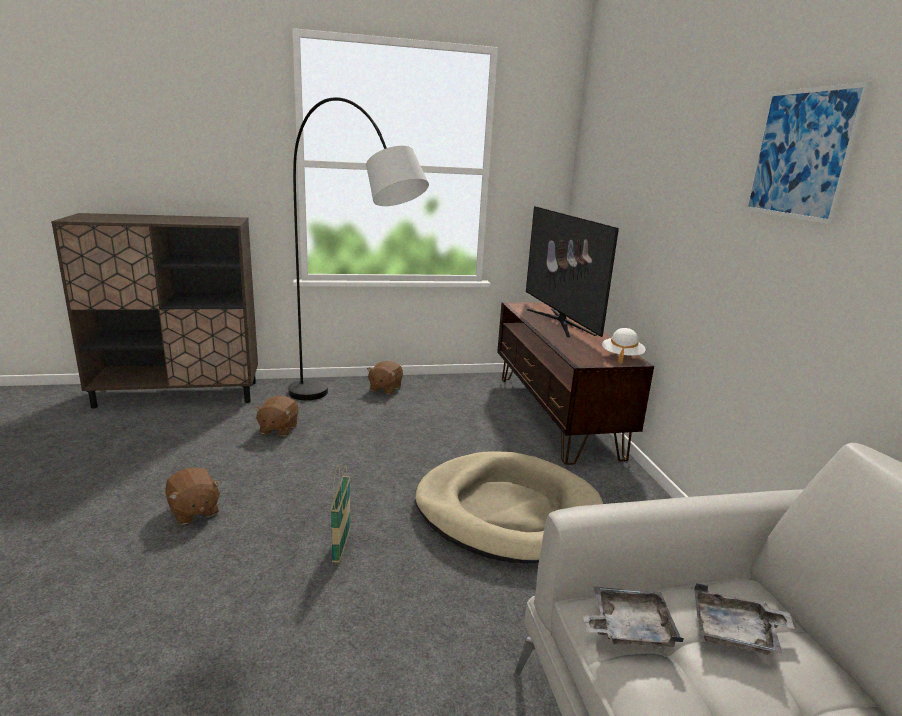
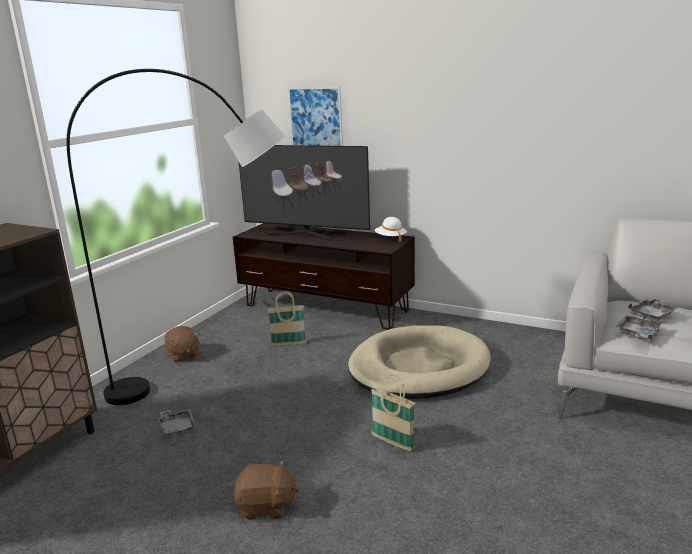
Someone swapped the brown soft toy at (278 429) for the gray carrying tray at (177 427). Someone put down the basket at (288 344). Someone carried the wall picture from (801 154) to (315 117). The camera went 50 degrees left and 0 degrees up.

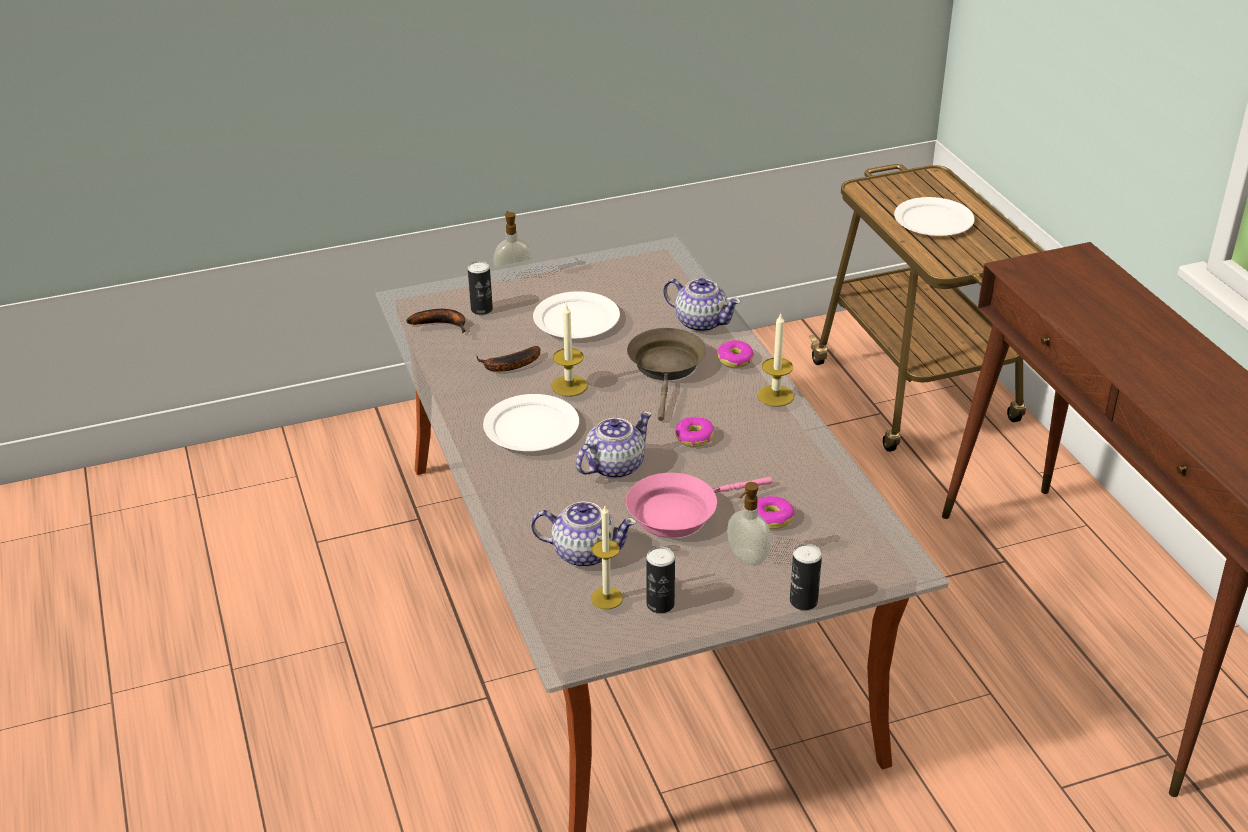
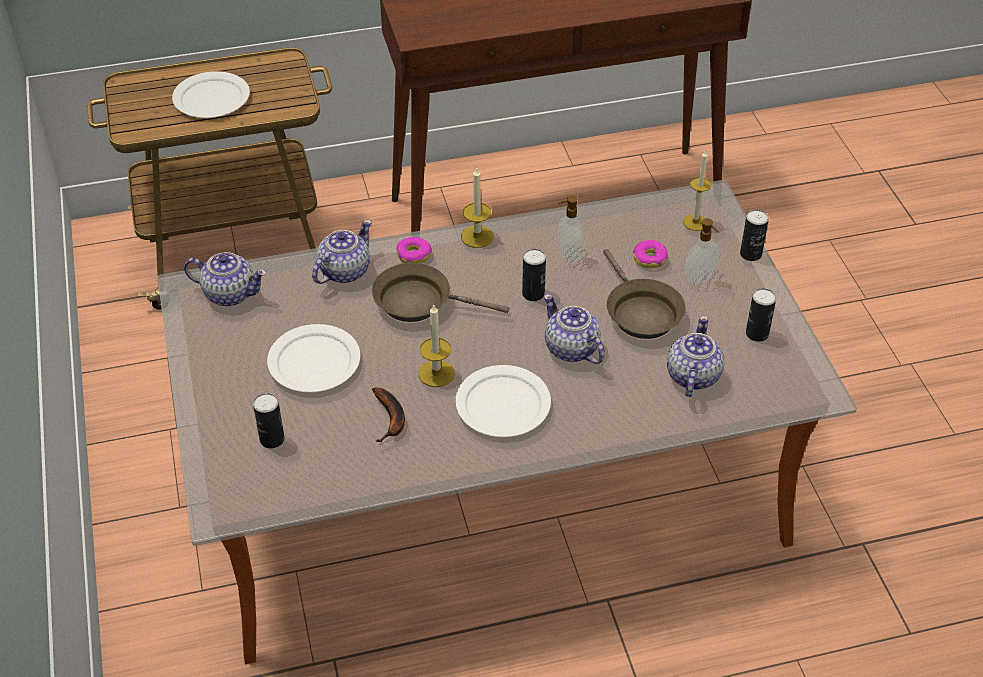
Someone put down the tea pot at (229 293). Someone swapped the ring doughnut at (694 437) for the metal can at (533 293). Someone carried the liquid soap bottle from (513 276) to (568 255). Someone repainted the pink-coloured skillet at (679 512), which became the brown skillet at (640 312). Someone carried the wax candle from (606 598) to (695 222). Someone took away the banana at (442 324). The camera went 85 degrees left and 10 degrees up.

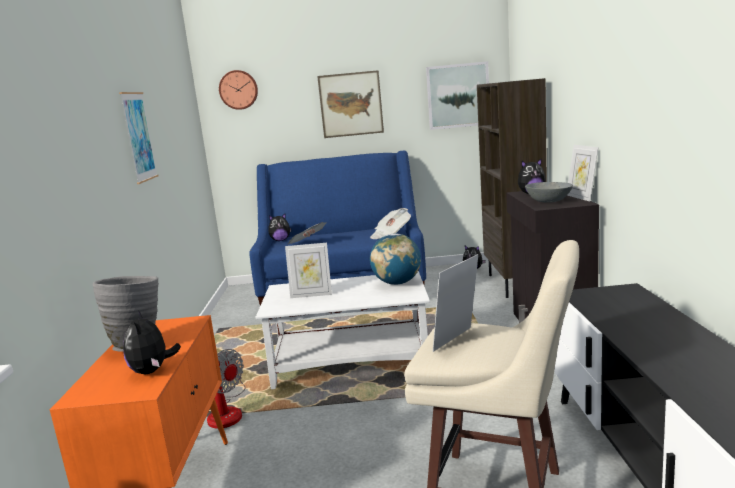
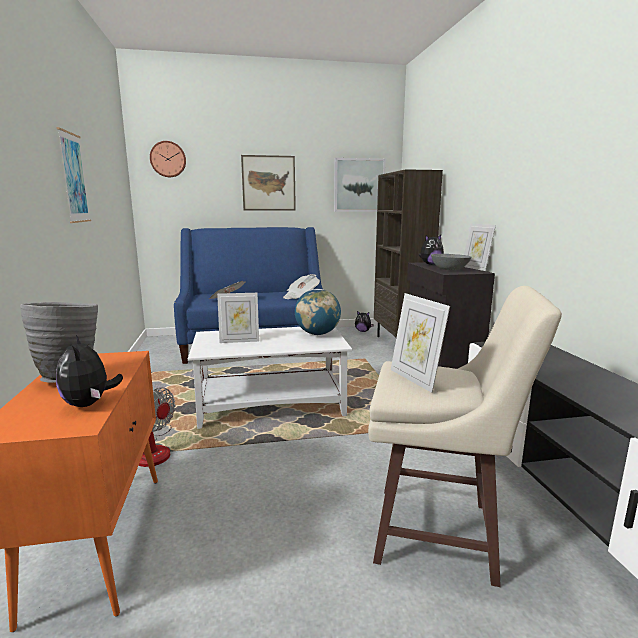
Someone rotated the picture frame at (457 340) by 60 degrees counterclockwise. Someone took away the soft toy at (280 240). The camera went 10 degrees left and 0 degrees up.

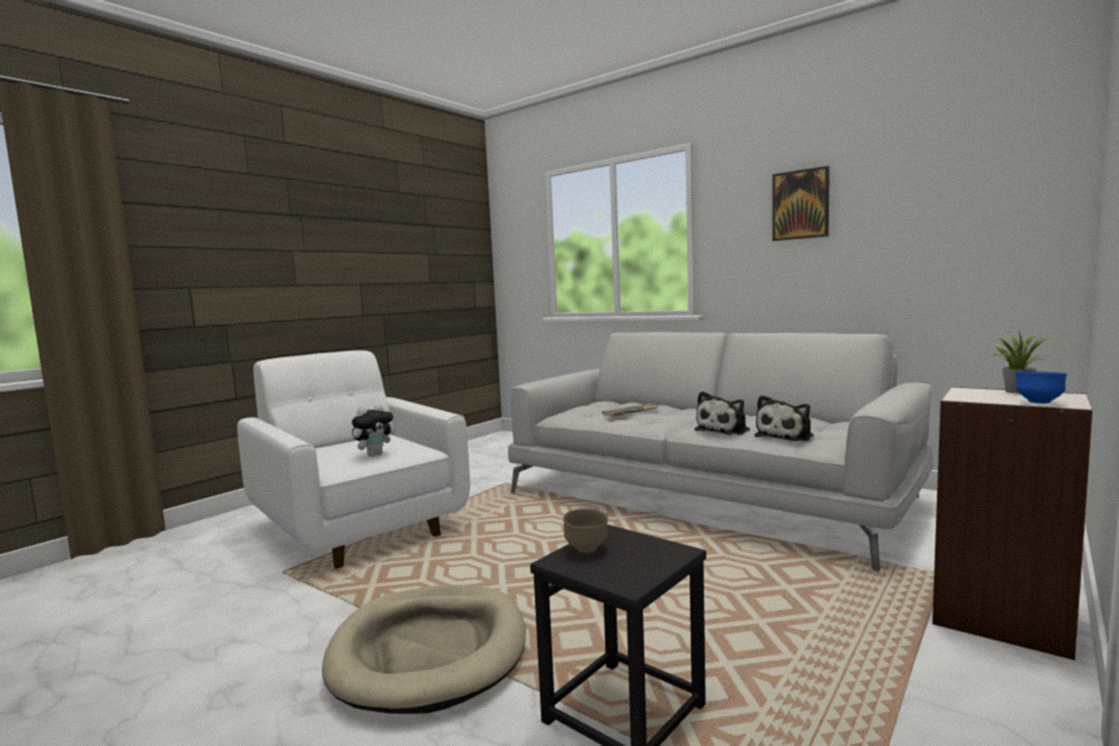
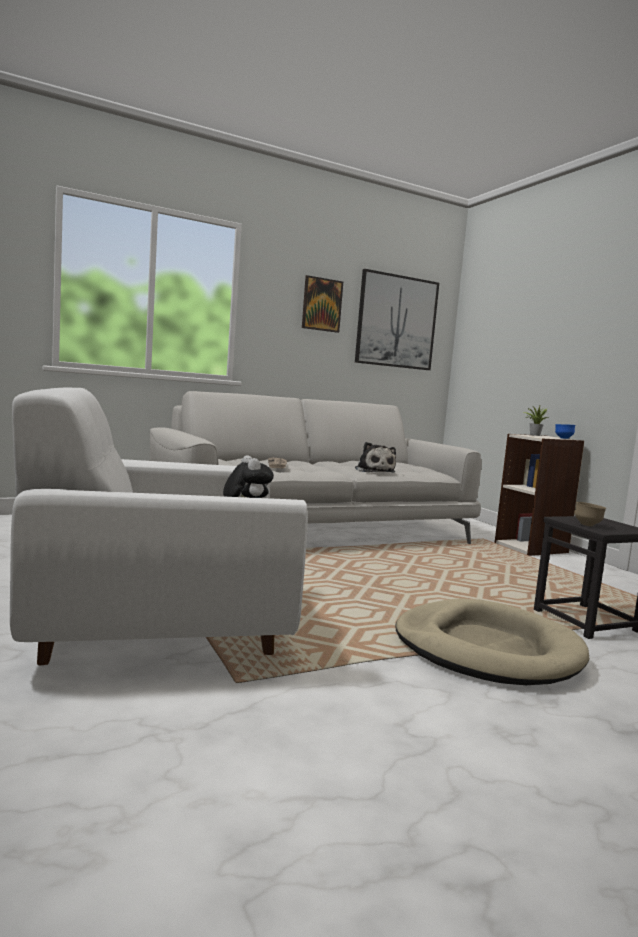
Someone put up the wall picture at (396 321). Someone took away the soft toy at (786 436). The camera went 65 degrees left and 0 degrees up.

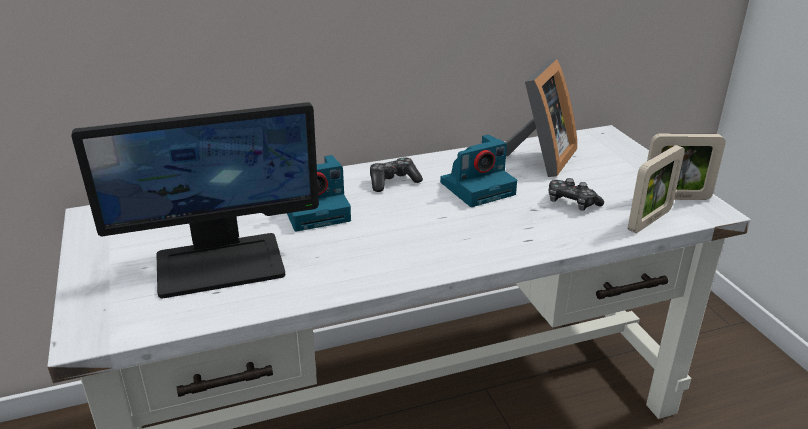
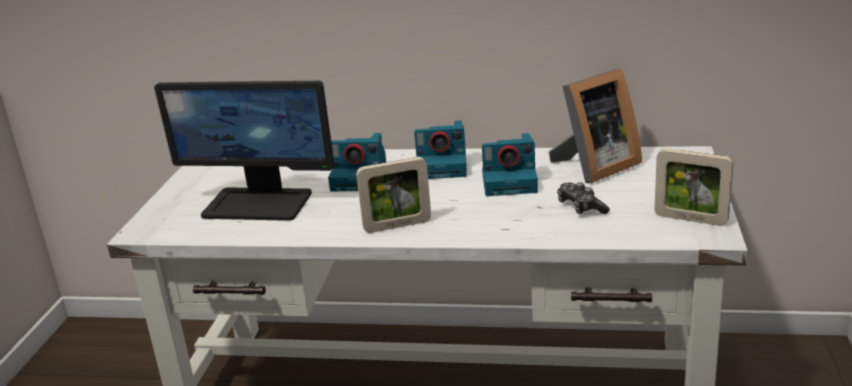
Someone carried the picture frame from (649 220) to (397 225). Someone swapped the joypad at (393 181) for the photo camera at (443 166). The camera went 30 degrees right and 5 degrees down.

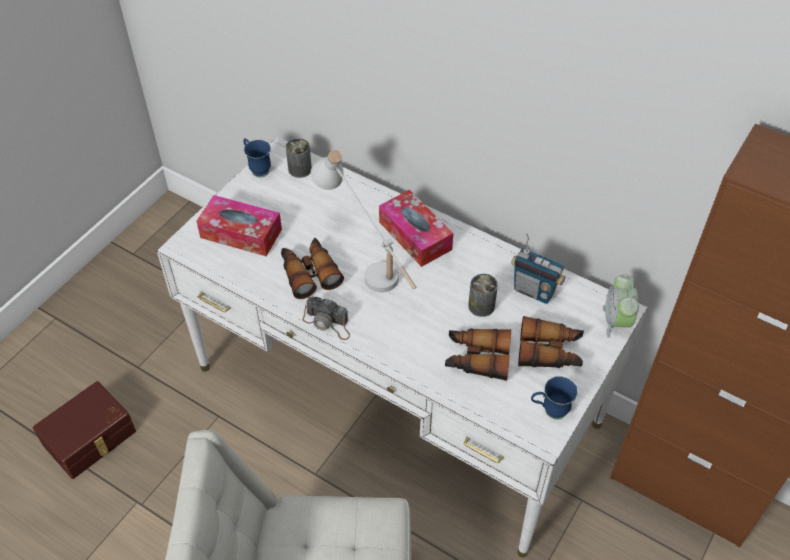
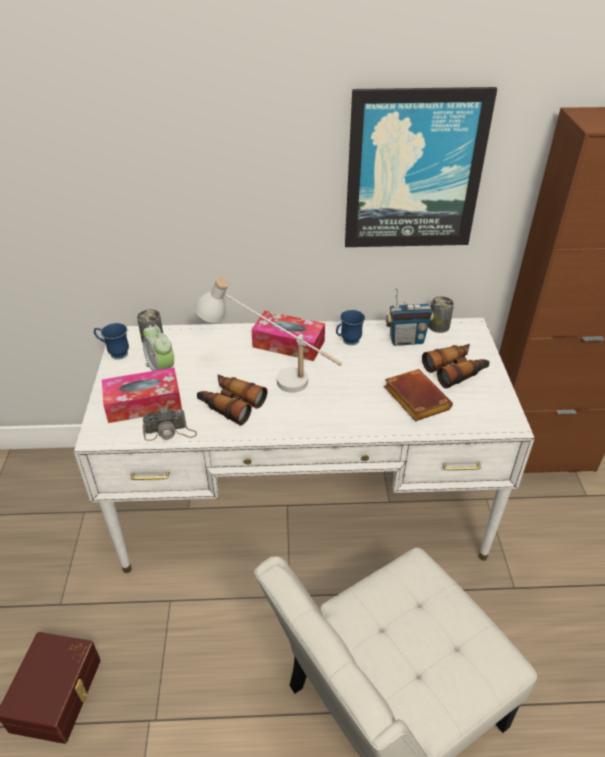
Someone carried the photo camera from (328 323) to (170 432). Someone carried the alarm clock from (616 321) to (161 369). Someone carried the blue coffee mug from (549 411) to (347 342). Someone put up the wall picture at (414 171). Someone swapped the binoculars at (477 358) for the brown volume at (414 399). Someone carried the metal can from (481 306) to (438 326). The camera went 35 degrees left and 10 degrees down.

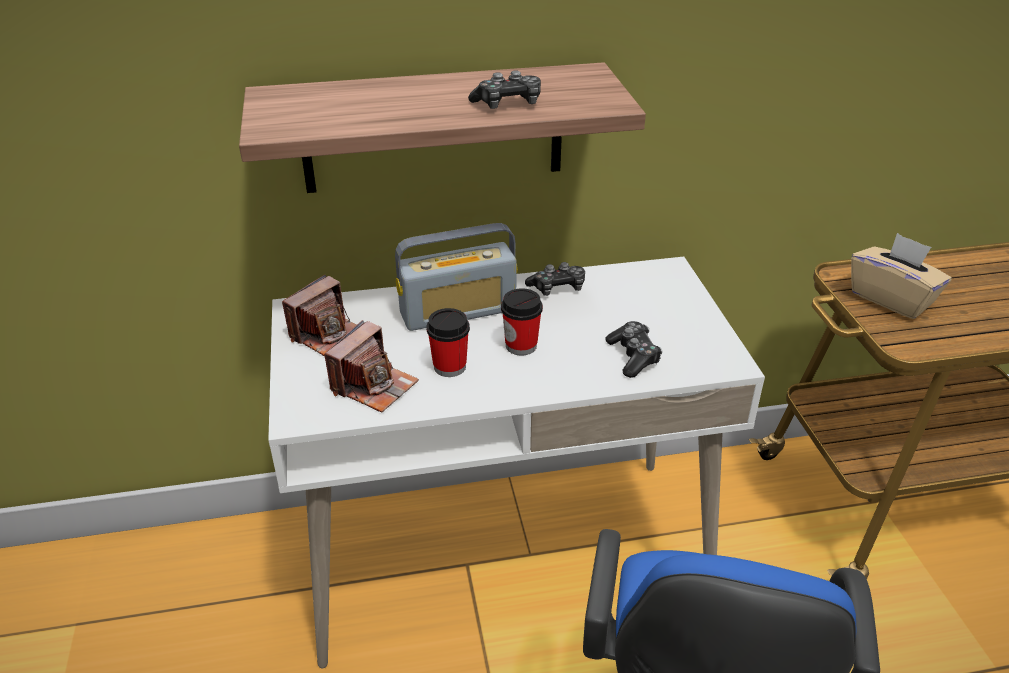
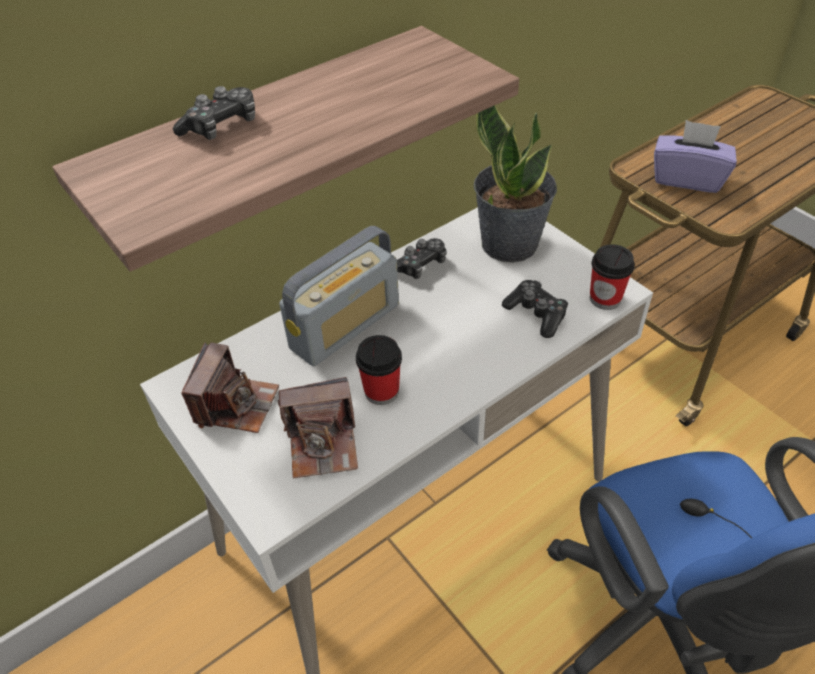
Someone carried the joypad from (508 104) to (221 126). Someone rotated the photo camera at (374 386) by 75 degrees clockwise. Someone put down the potted plant at (509 243). Someone carried the cup from (521 346) to (605 299). Someone repainted the beige tissue holder at (891 298), which became the purplish tissue holder at (687 178). The camera went 25 degrees left and 10 degrees up.

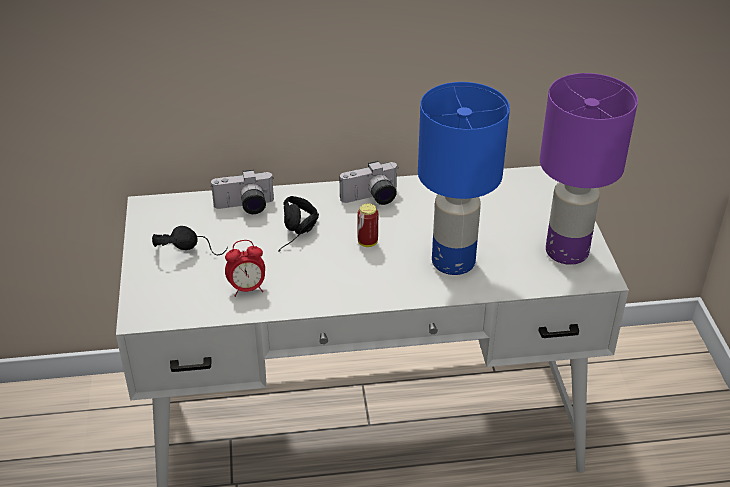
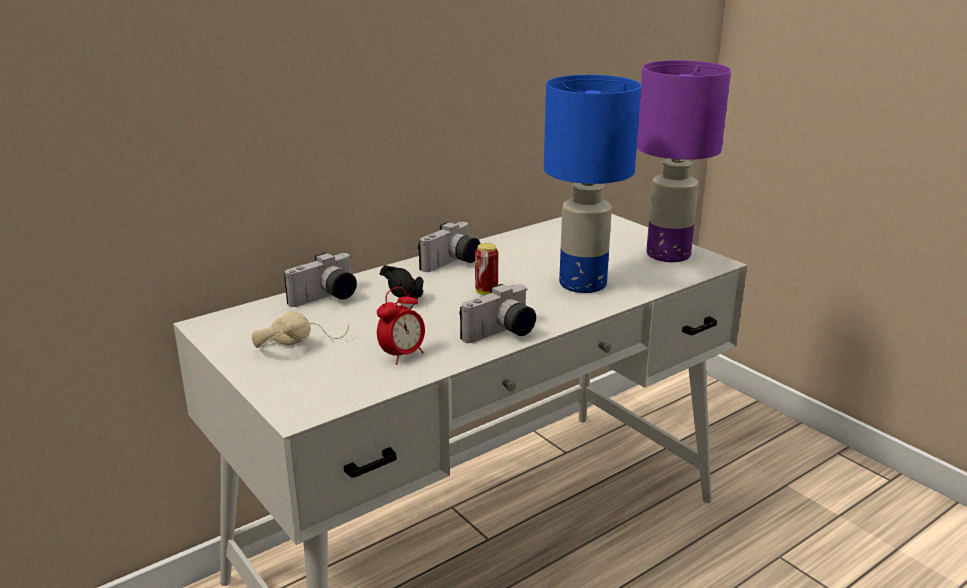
Someone repainted the blackish headset at (191 248), which became the beige headset at (299 343). Someone put down the photo camera at (502 334). The camera went 30 degrees left and 15 degrees down.

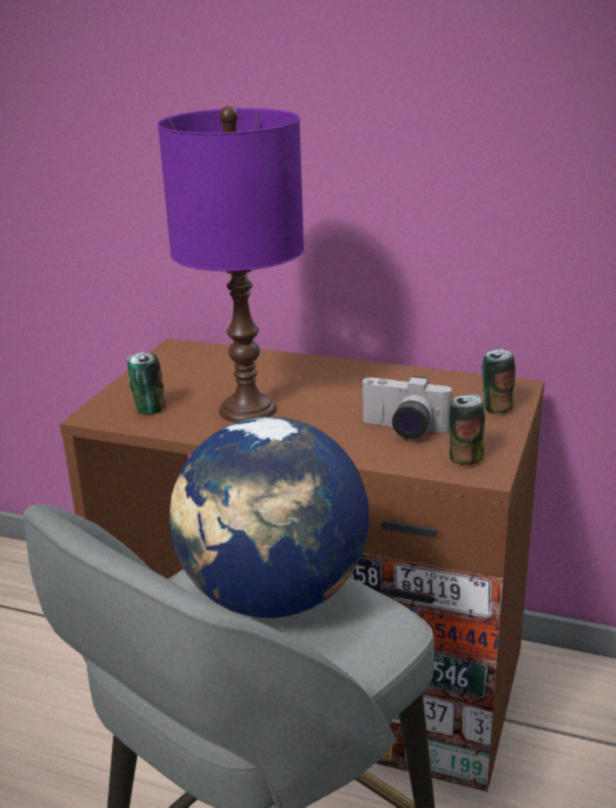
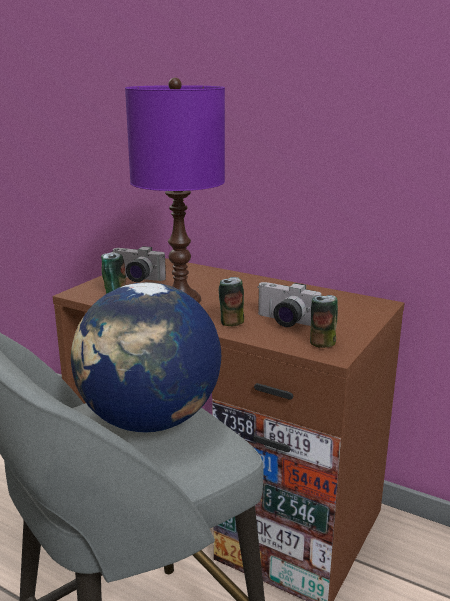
Someone put down the photo camera at (136 279). Someone carried the metal can from (496 407) to (231 322). The camera went 10 degrees right and 5 degrees down.

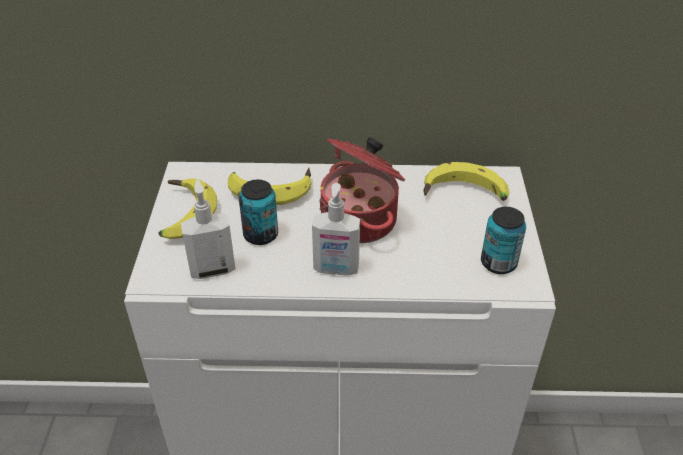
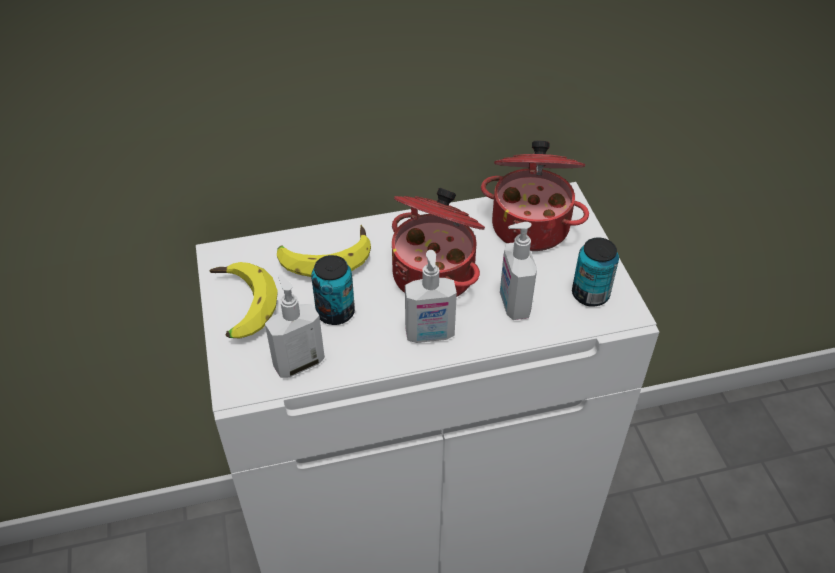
Someone swapped the banana at (464 195) for the saucepot at (531 225). Someone put down the liquid soap bottle at (513 304). The camera went 15 degrees left and 5 degrees up.

